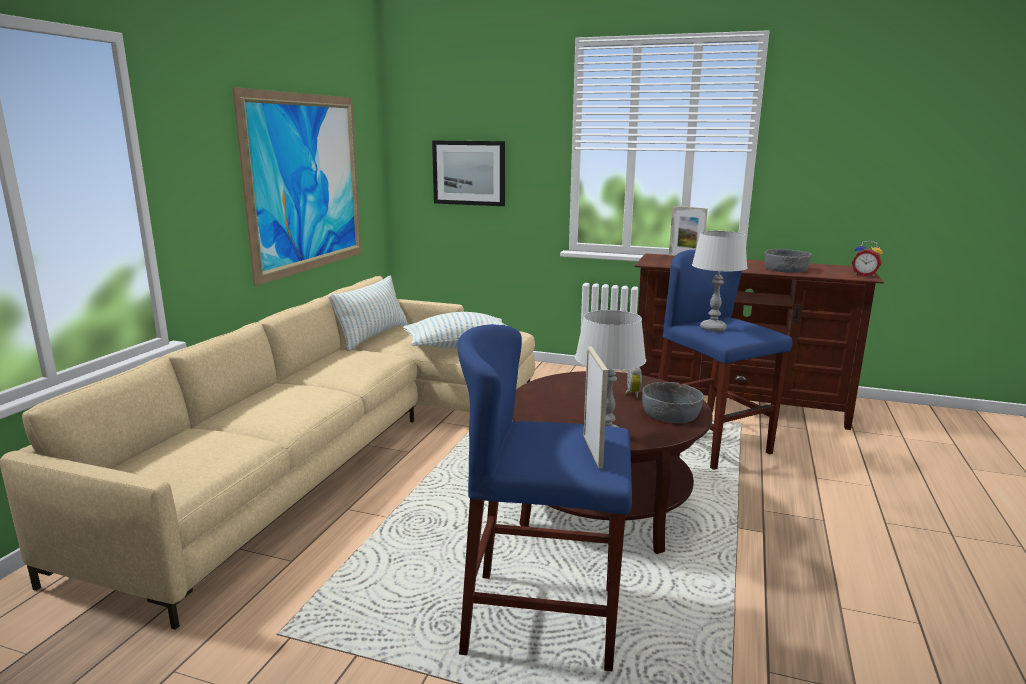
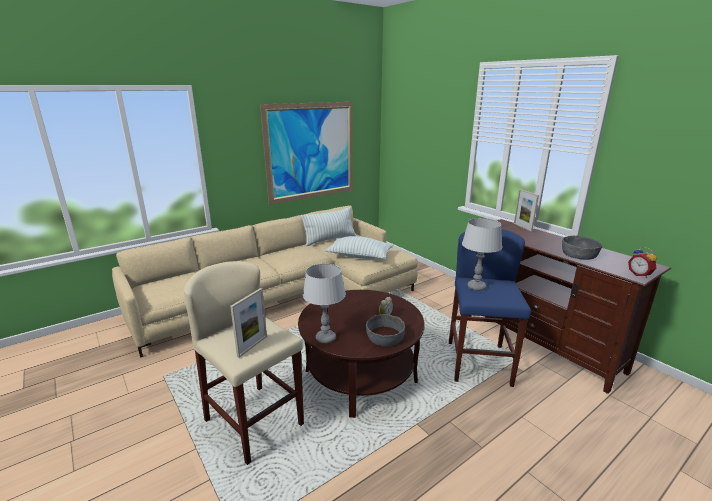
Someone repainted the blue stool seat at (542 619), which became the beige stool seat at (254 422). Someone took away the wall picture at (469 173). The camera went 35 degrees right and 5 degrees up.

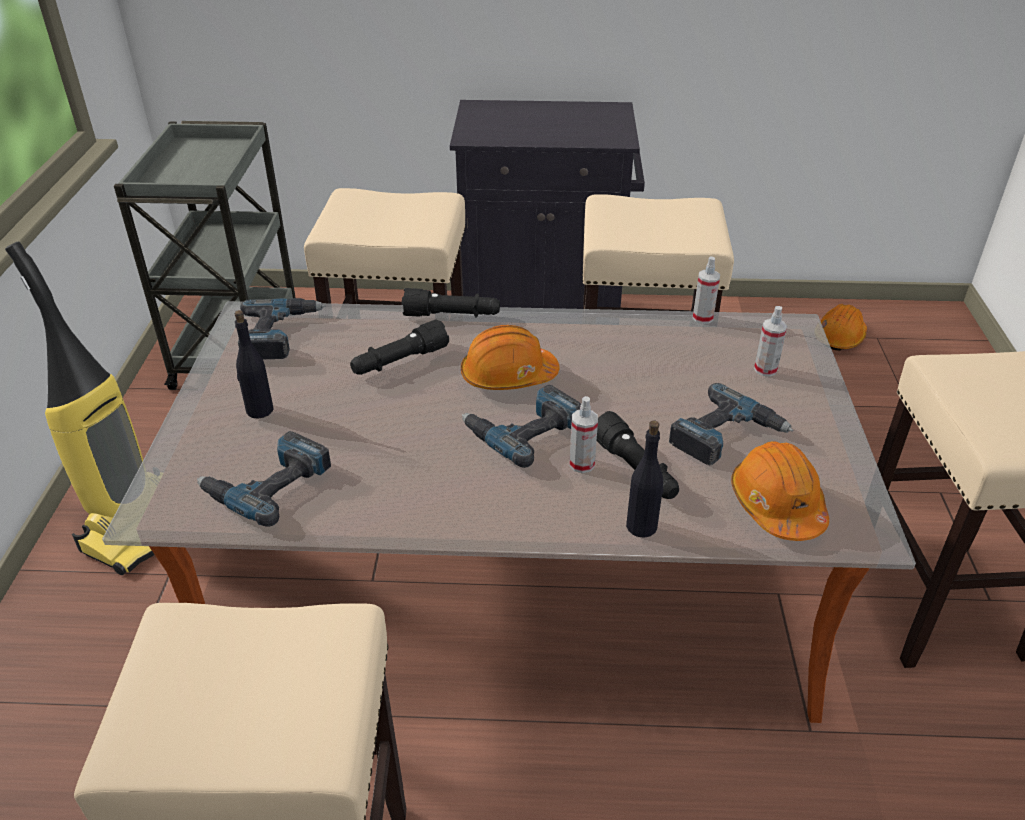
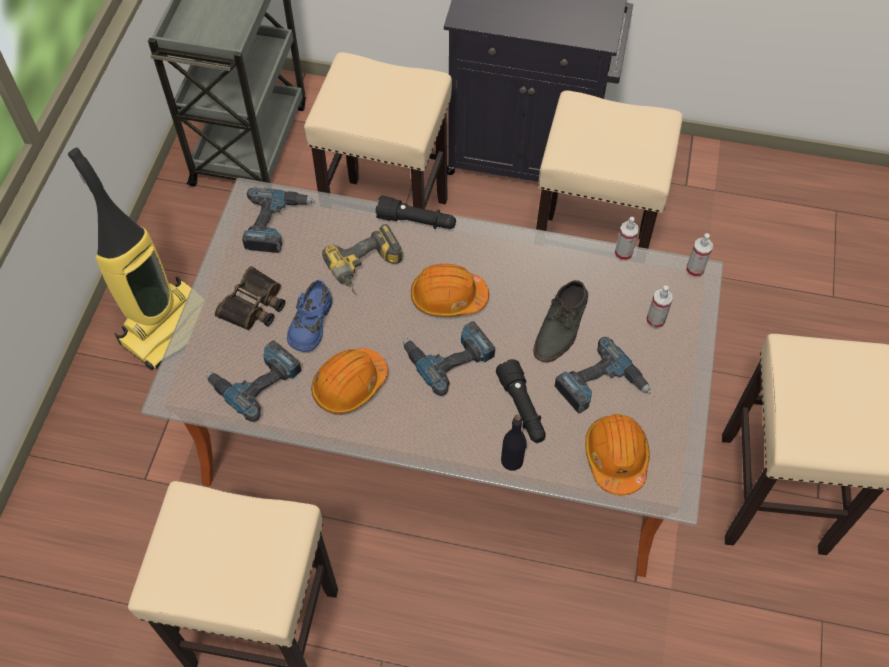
Someone swapped the blackish beverage bottle at (259 410) for the binoculars at (254 306). Someone put down the blue shoe at (310 323). Someone carried the orange work helmet from (839 337) to (349 385). Someone swapped the blackish flashlight at (399 361) for the drill at (366 269). Someone put down the gray shoe at (561 326). Someone carried the sprayer from (581 464) to (694 270). The camera went 10 degrees right and 20 degrees up.

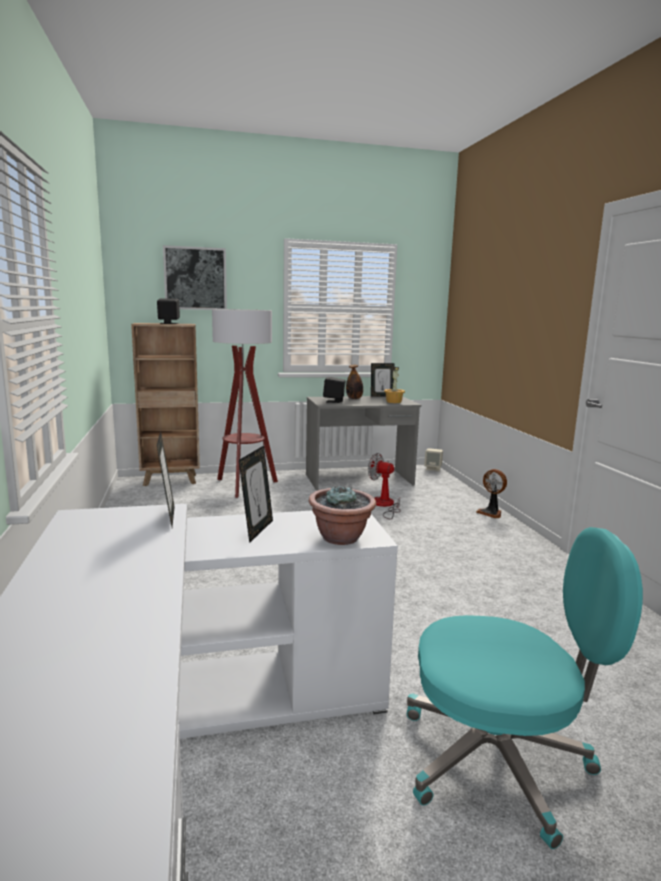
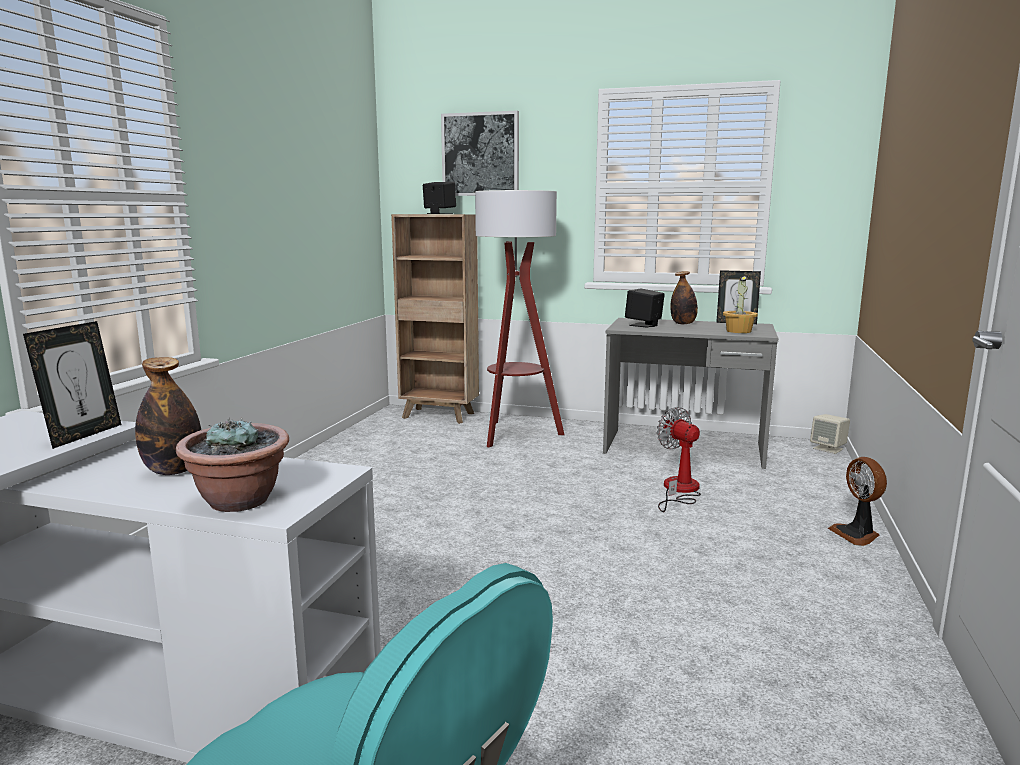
Someone swapped the picture frame at (257 530) for the beverage bottle at (173 471). The camera went 30 degrees right and 0 degrees up.

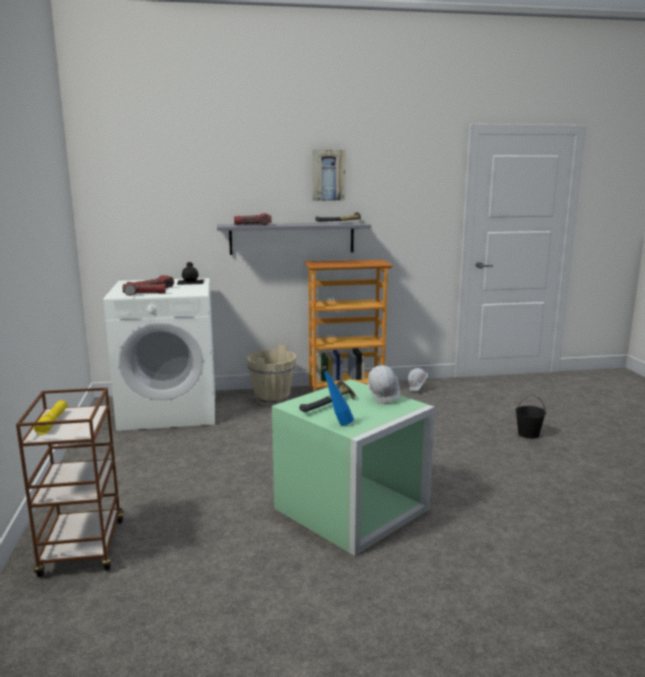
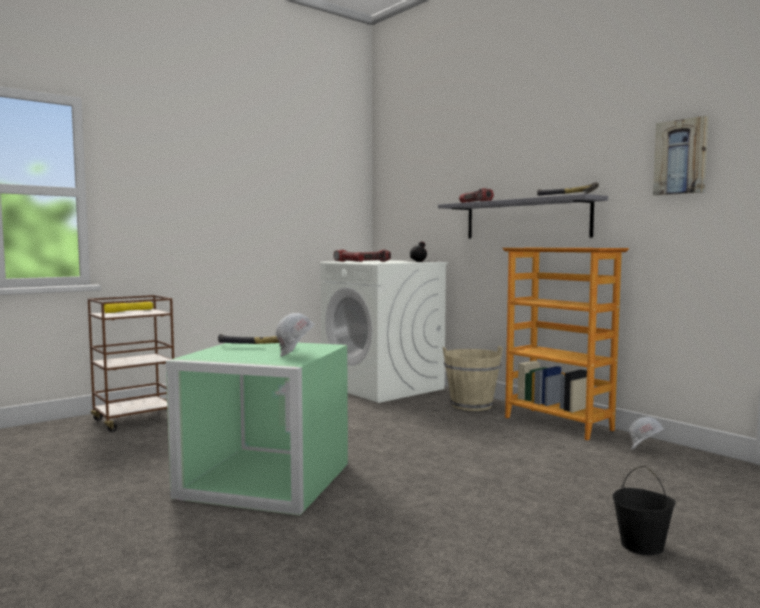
Someone carried the wall picture from (328 175) to (681 157). Someone took away the blue beverage bottle at (337 424). The camera went 60 degrees right and 10 degrees down.

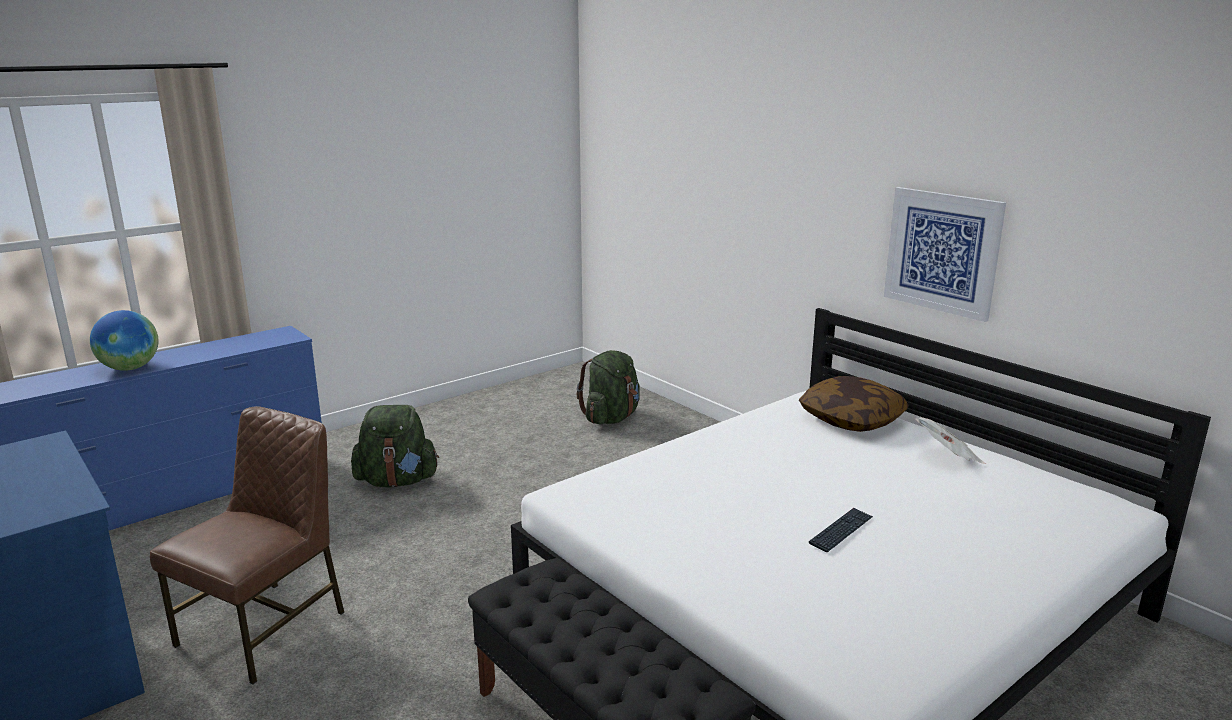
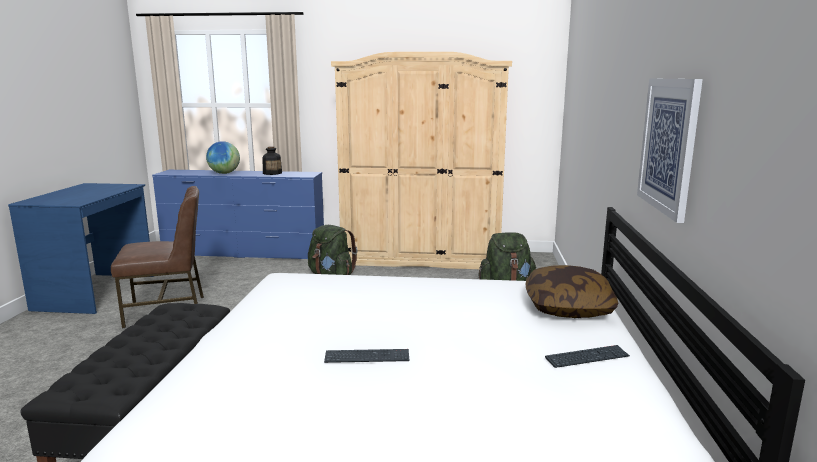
Someone put down the beverage bottle at (272 173). Someone put down the beige clothes cupboard at (421 258). Someone swapped the newspaper at (948 457) for the PC keyboard at (587 358). The camera went 45 degrees right and 5 degrees down.

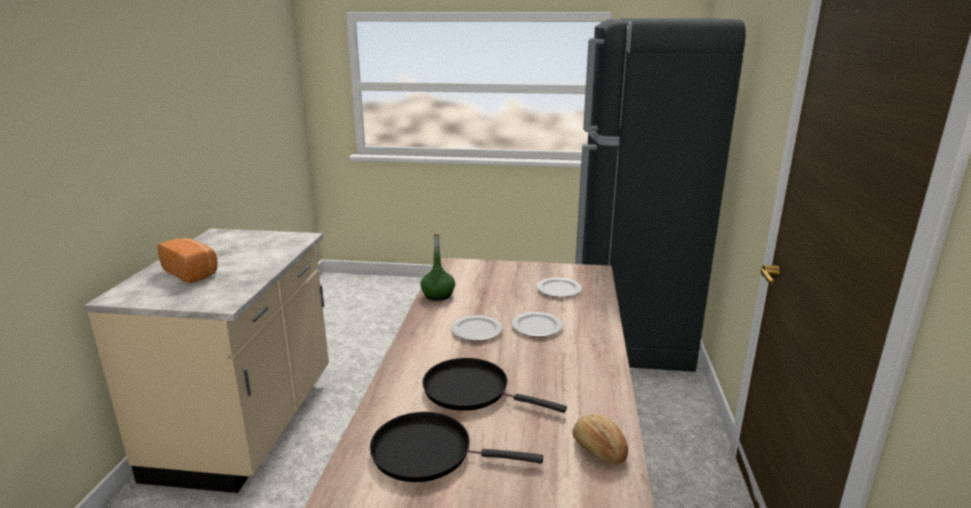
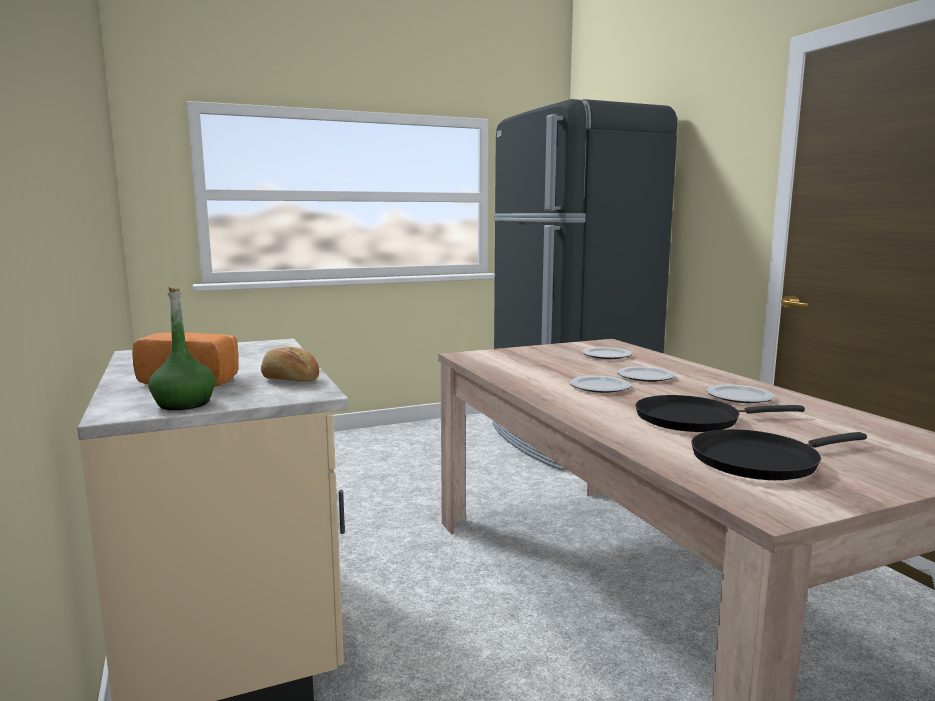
Someone carried the green-coloured beverage bottle from (438 295) to (184 404). Someone carried the baked bread from (598 450) to (289 380). Someone put down the flat dish at (740 397). The camera went 30 degrees left and 10 degrees down.

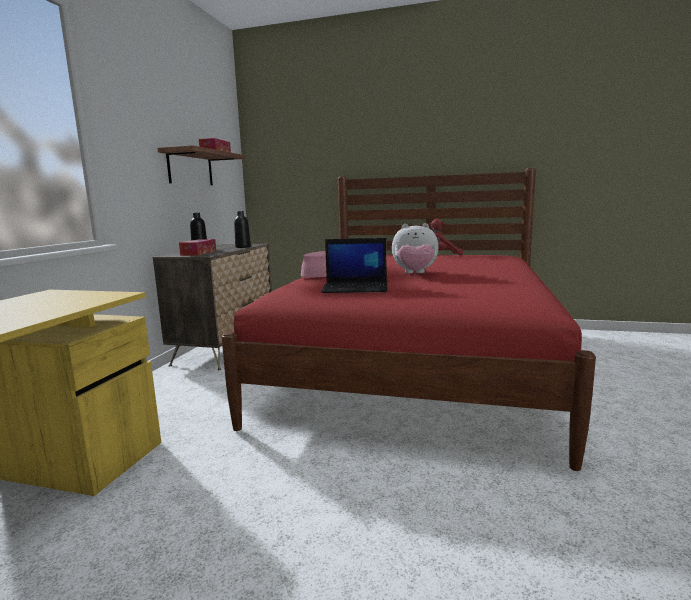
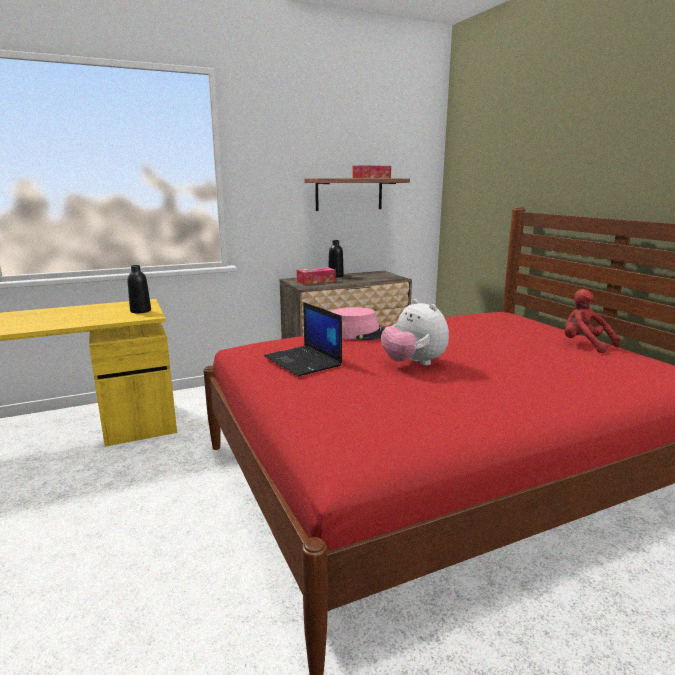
Someone carried the blackish beverage bottle from (243 247) to (140 311). The camera went 50 degrees right and 5 degrees up.

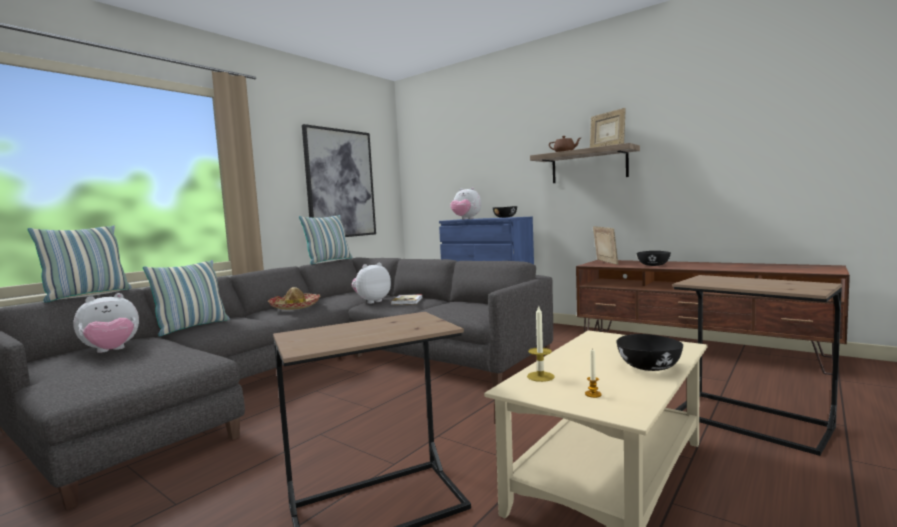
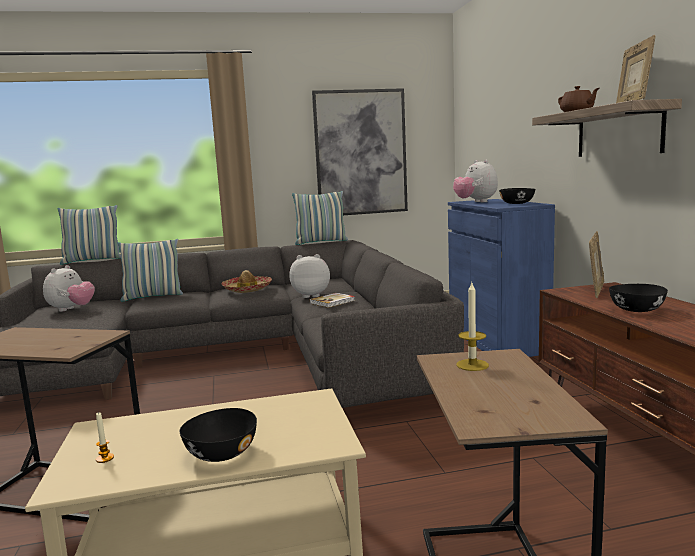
Someone rotated the soft toy at (111 351) by 75 degrees counterclockwise. Someone carried the wax candle from (540 376) to (472 365). The camera went 40 degrees right and 5 degrees up.

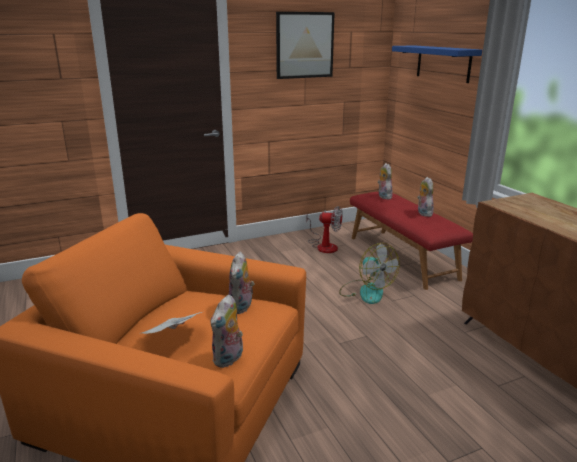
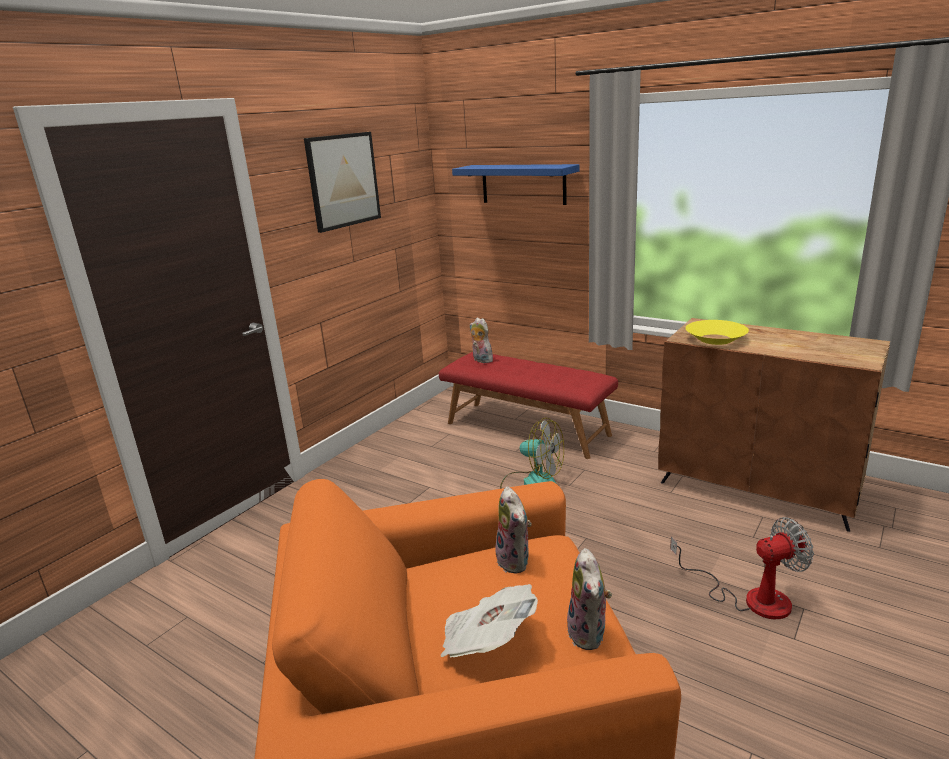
Someone carried the fan from (324 245) to (751 598). Someone put down the yellow-coloured serving bowl at (716 339). Someone took away the soft toy at (423 213). The camera went 30 degrees left and 0 degrees up.

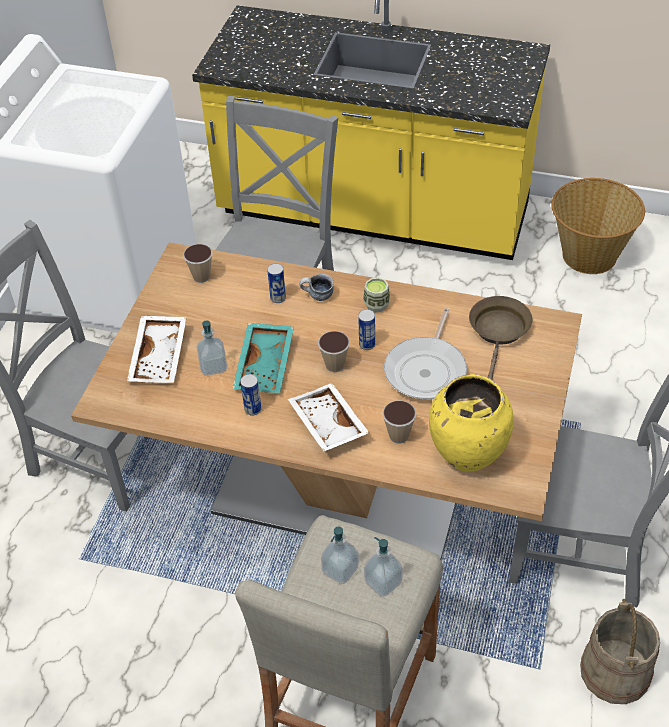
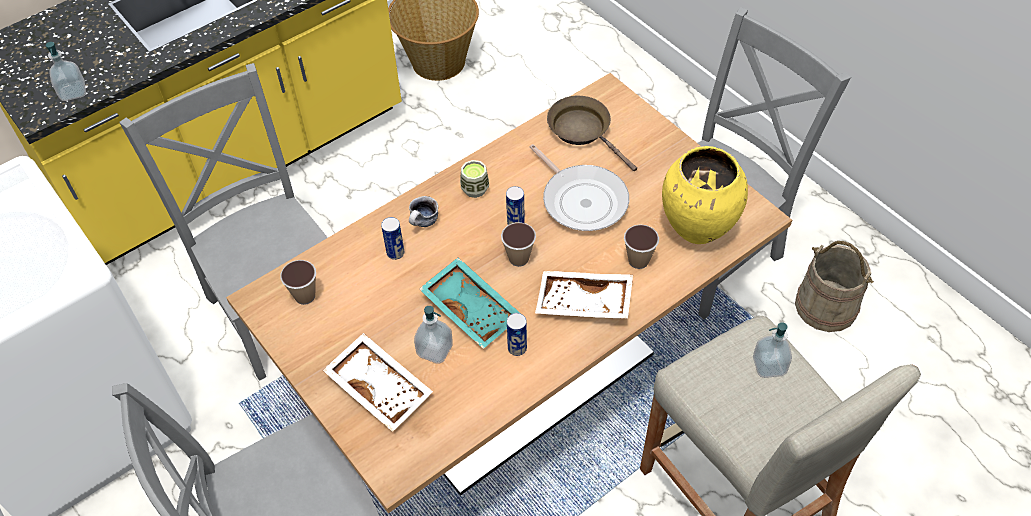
Someone carried the liquid soap bottle from (340 570) to (73 92). The camera went 55 degrees left and 5 degrees up.

